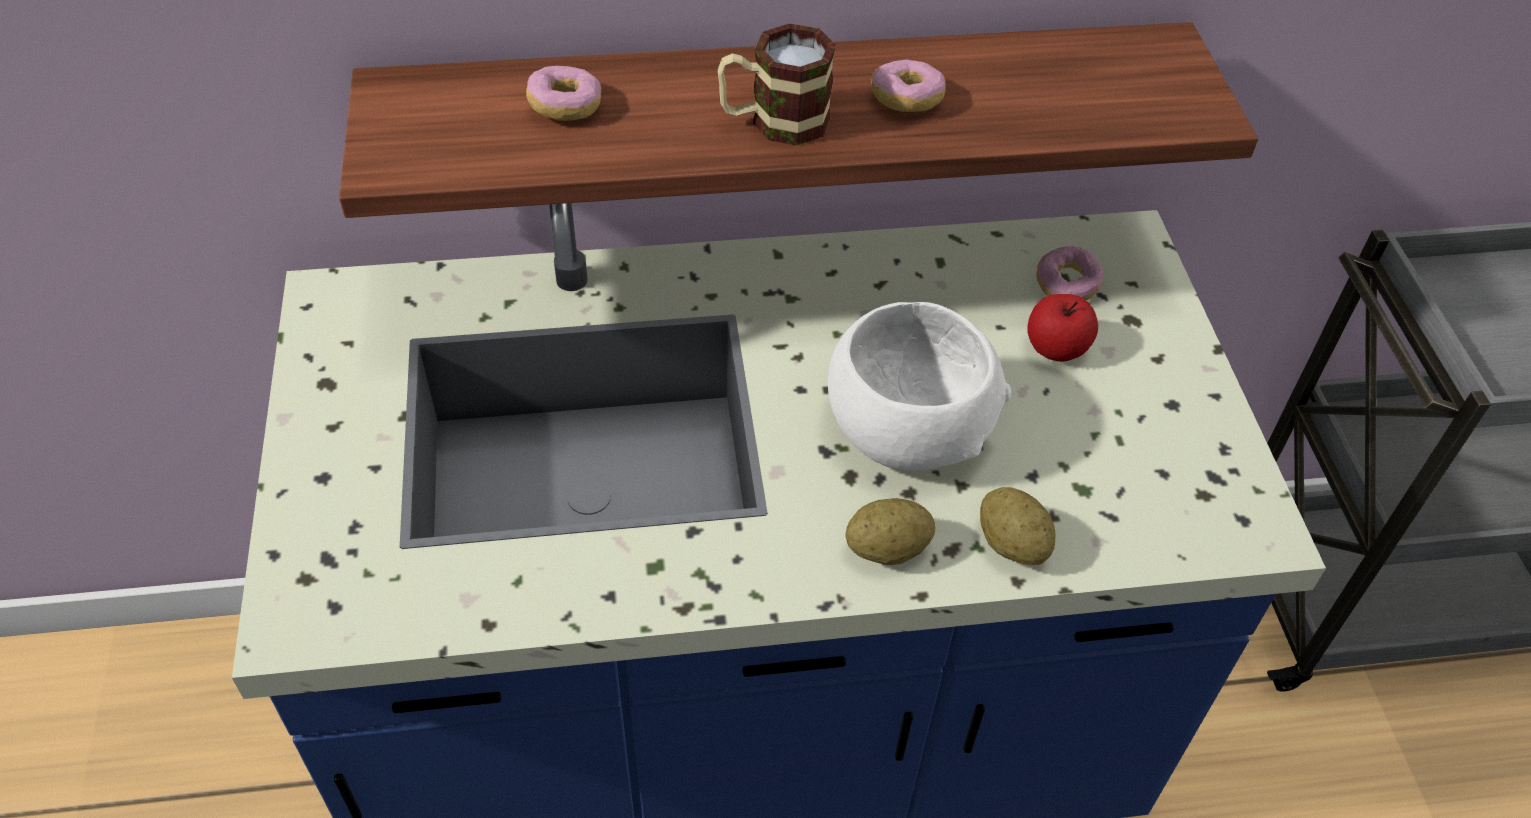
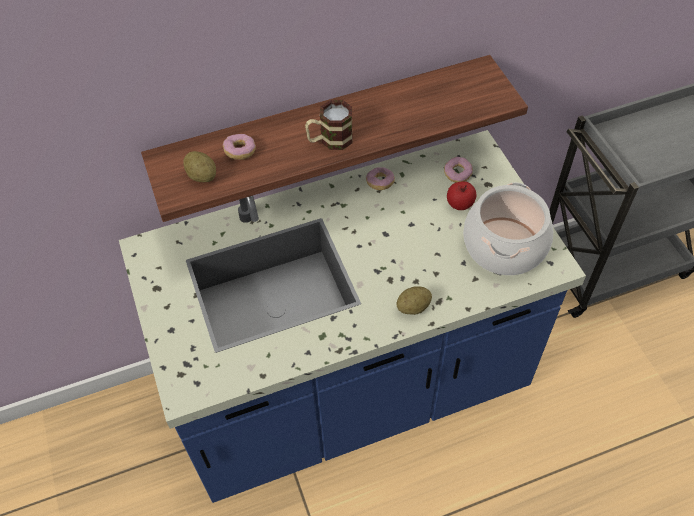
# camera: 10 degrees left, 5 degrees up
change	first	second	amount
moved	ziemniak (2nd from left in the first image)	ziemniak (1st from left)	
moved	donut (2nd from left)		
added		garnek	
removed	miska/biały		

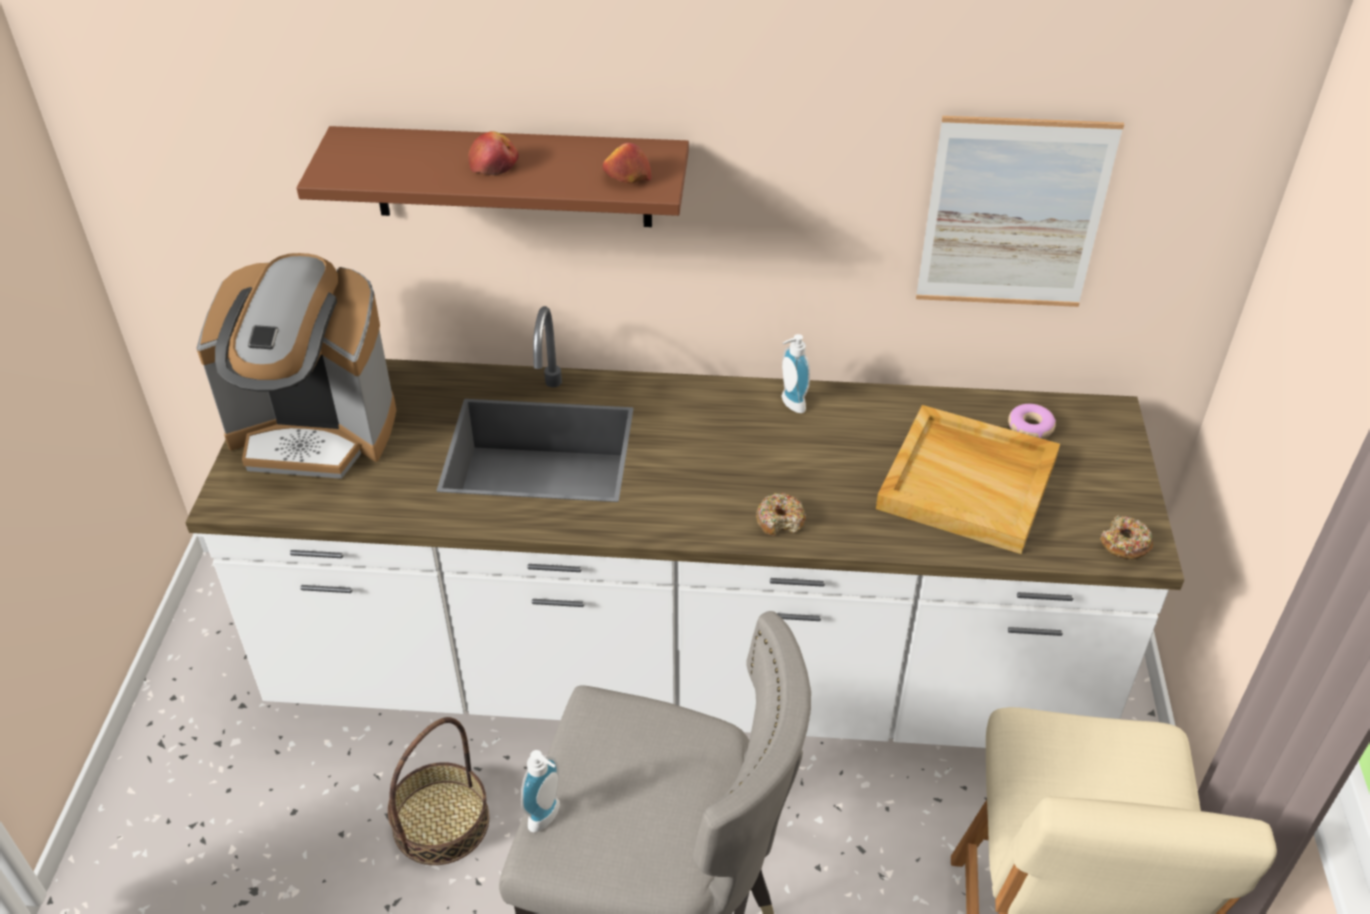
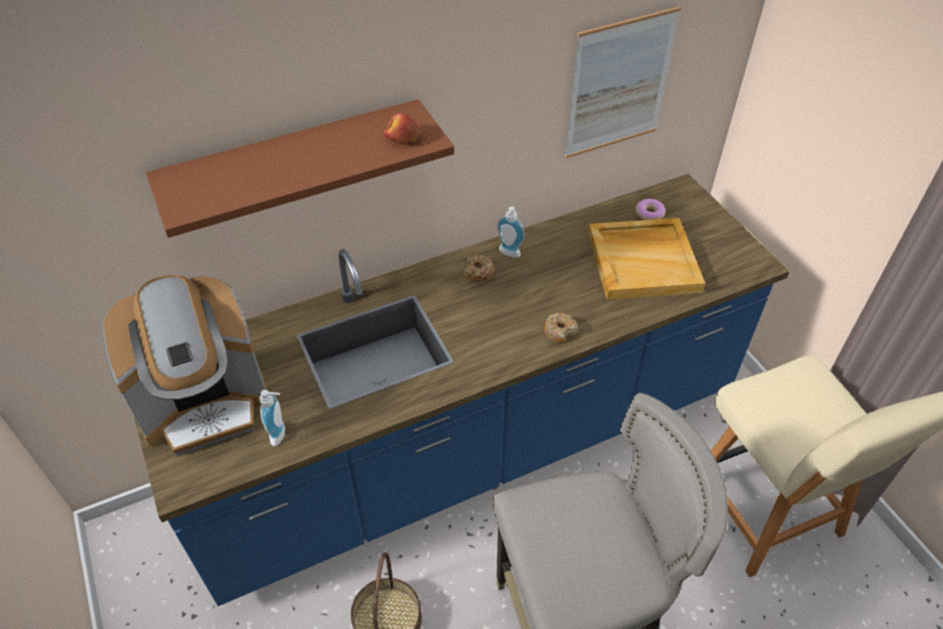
# camera: 30 degrees left, 5 degrees up
change	first	second	amount
recoloured	zabudowa kuchenna/biały	zabudowa kuchenna/niebieski	
moved	dozownik mydła (1st from left)		
moved	donut (3rd from left in the first image)	donut (1st from left)	
removed	jabłko (1st from left)		

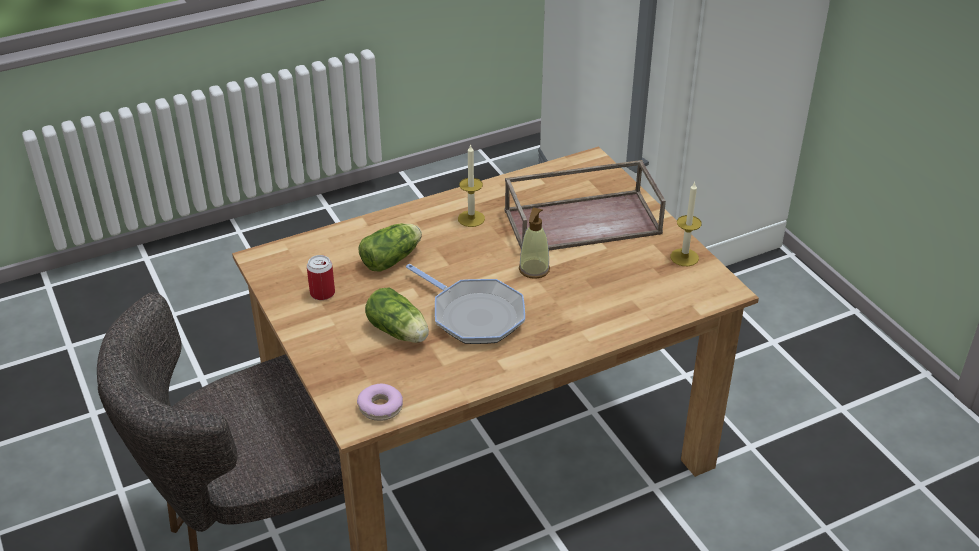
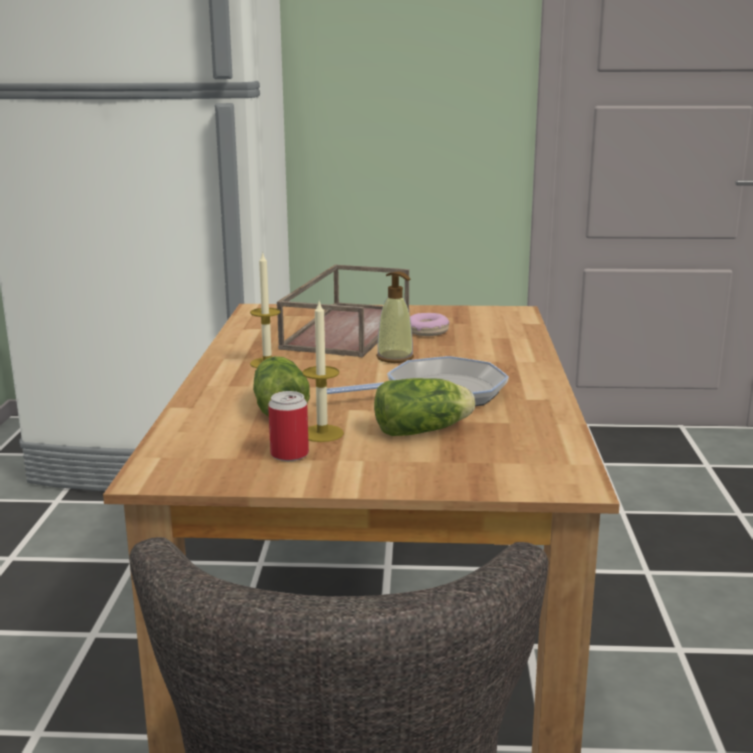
# camera: 60 degrees left, 20 degrees down
change	first	second	amount
moved	świeca (2nd from left)		
moved	donut		

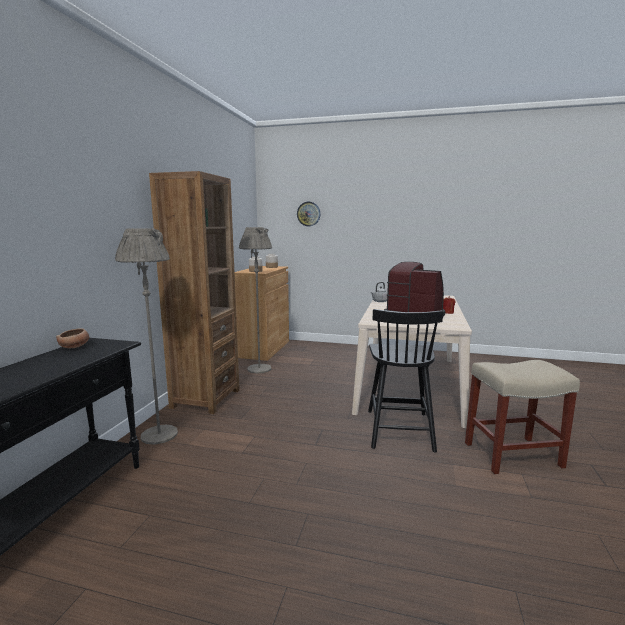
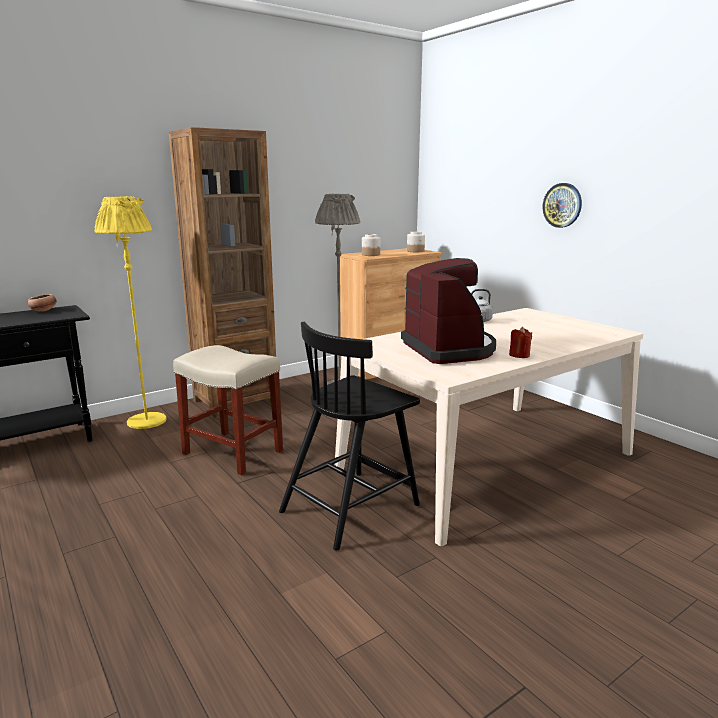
# camera: 40 degrees right, 5 degrees up
change	first	second	amount
recoloured	lampa stojąca/szary (1st from left)	lampa stojąca/żółty	
moved	stołek/beżowy		
moved	zegar ścienny		

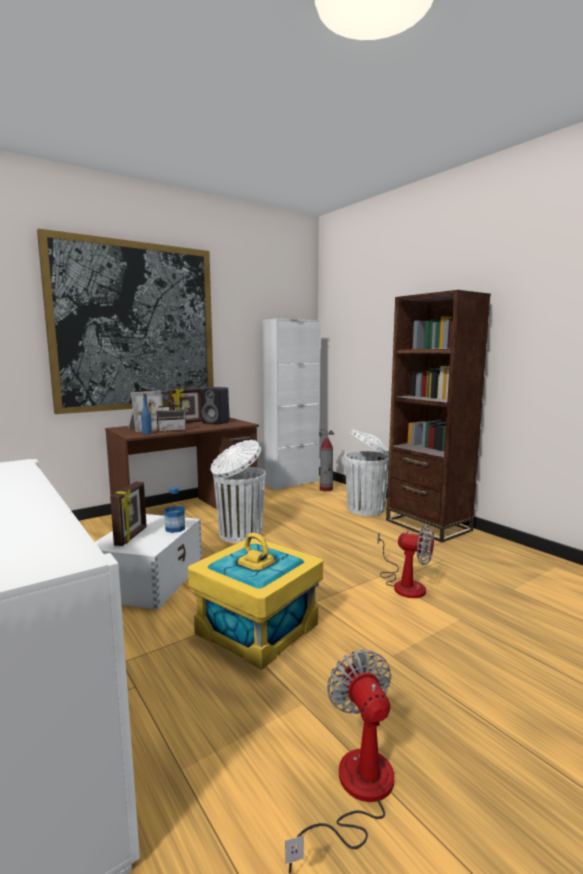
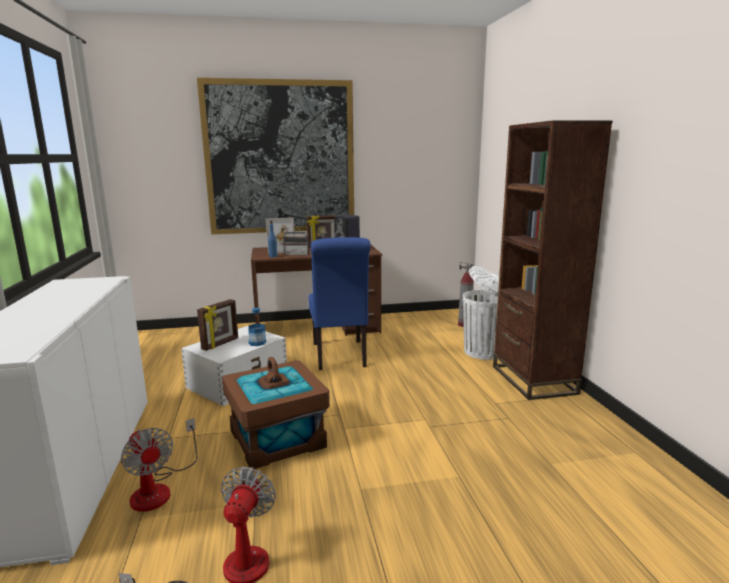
# camera: 25 degrees right, 5 degrees up
change	first	second	amount
moved	wentylator (2nd from left in the first image)	wentylator (1st from left)	
recoloured	pojemnik do przechowywania/żółty	pojemnik do przechowywania/brązowy	
replaced	kosz na śmieci/biały (1st from left)	krzesło/niebieski	
removed	szafka/biały (2nd from left)		

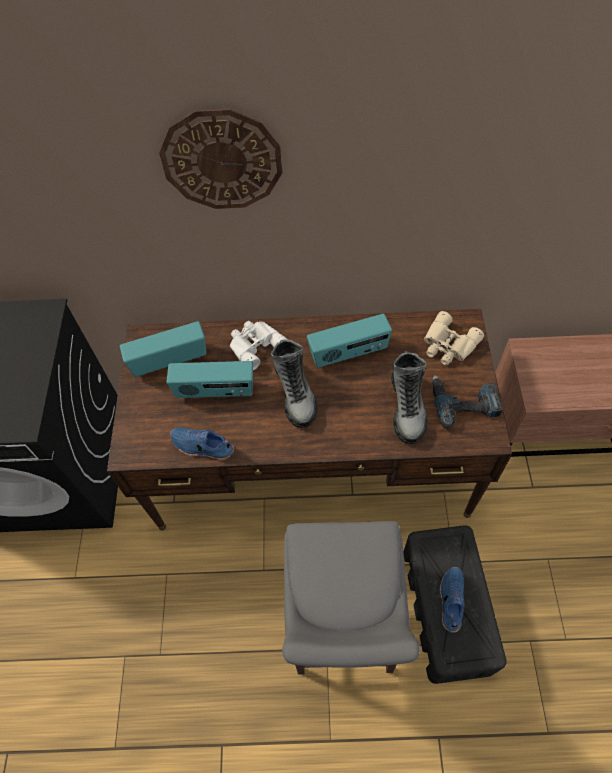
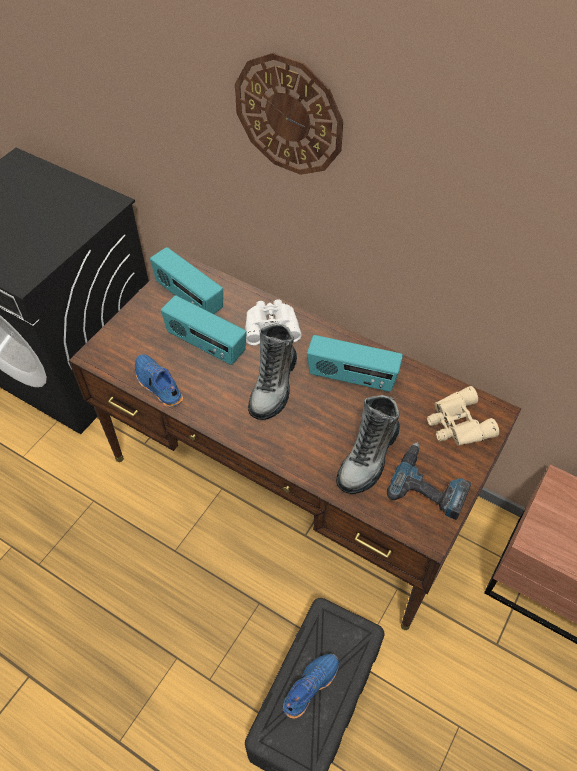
# camera: 30 degrees right, 5 degrees down
change	first	second	amount
turned	radio (1st from left)		150 degrees counterclockwise
removed	krzesło/szary		

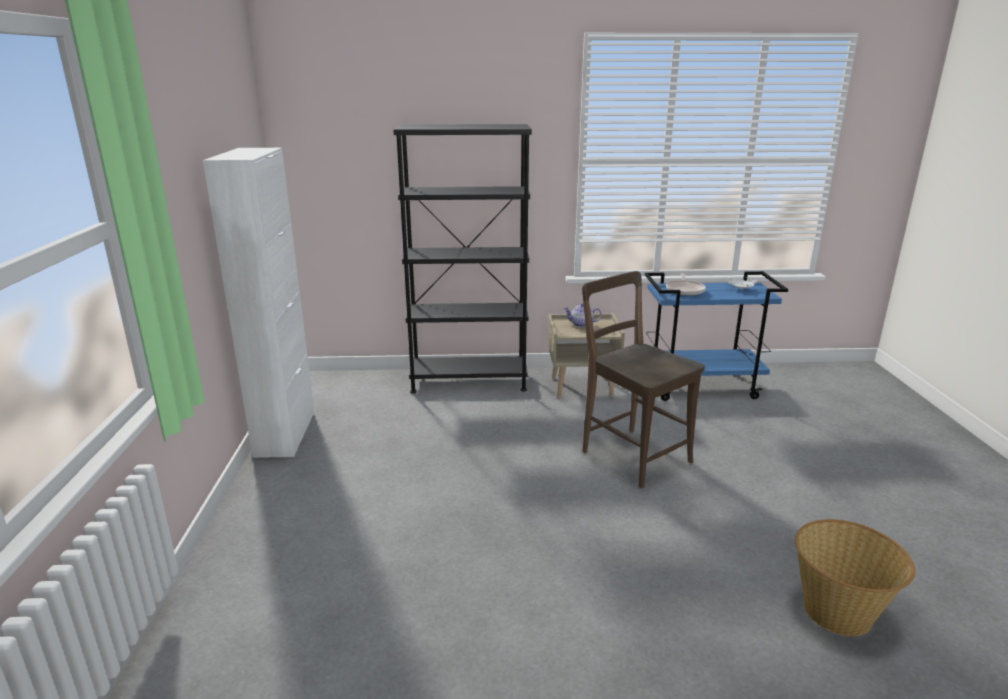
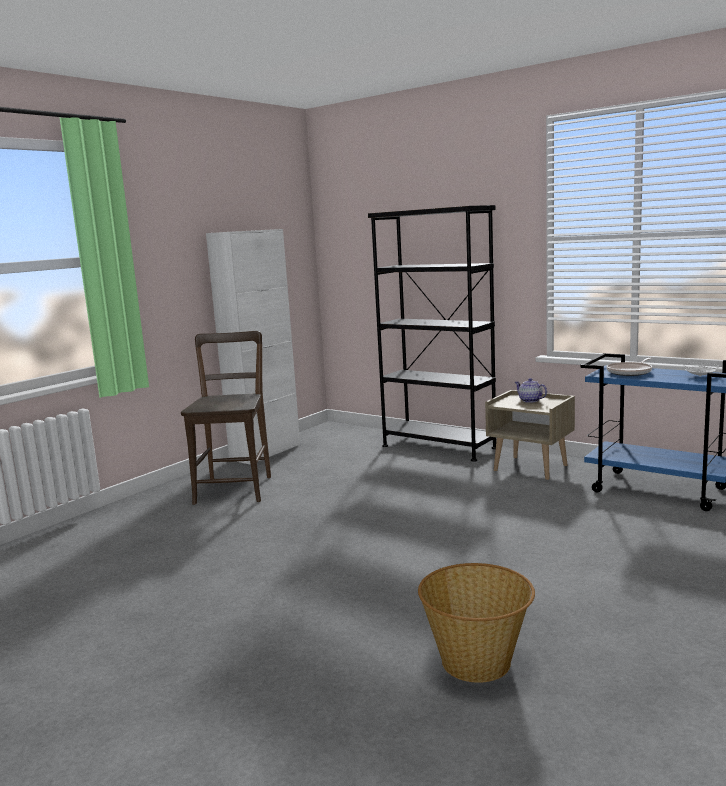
# camera: 40 degrees right, 10 degrees down
change	first	second	amount
moved	krzesło/brązowy		

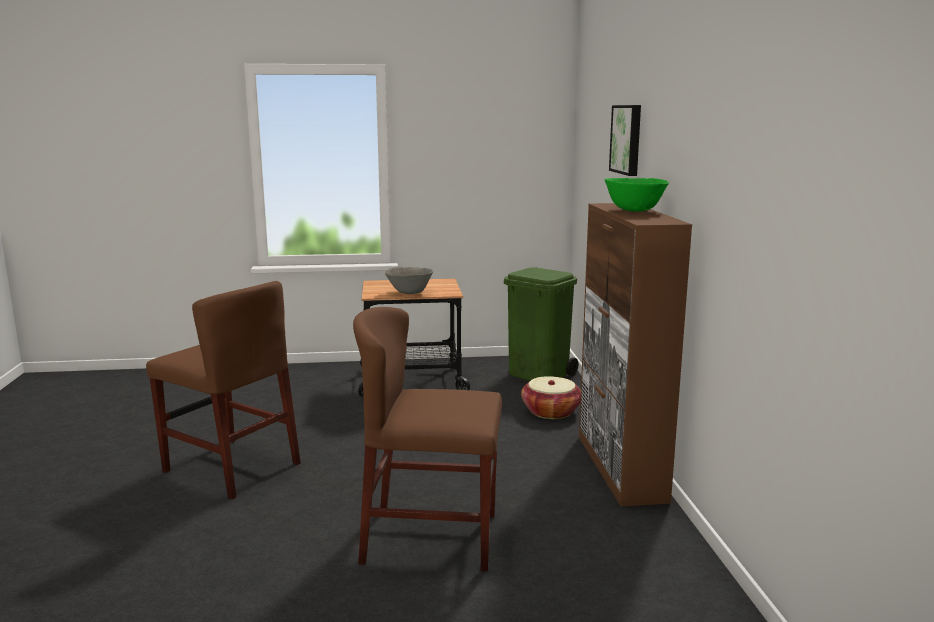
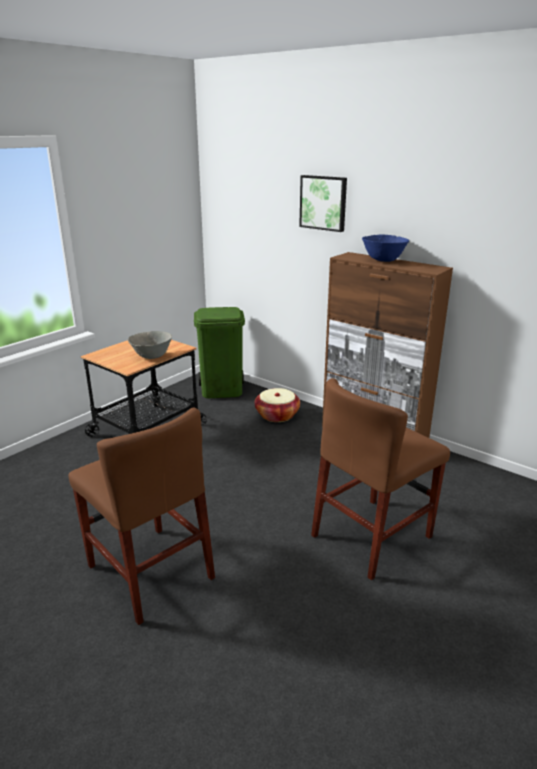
# camera: 45 degrees left, 10 degrees up
change	first	second	amount
turned	krzesło/brązowy (1st from left)		60 degrees clockwise
recoloured	miska/zielony	miska/niebieski	

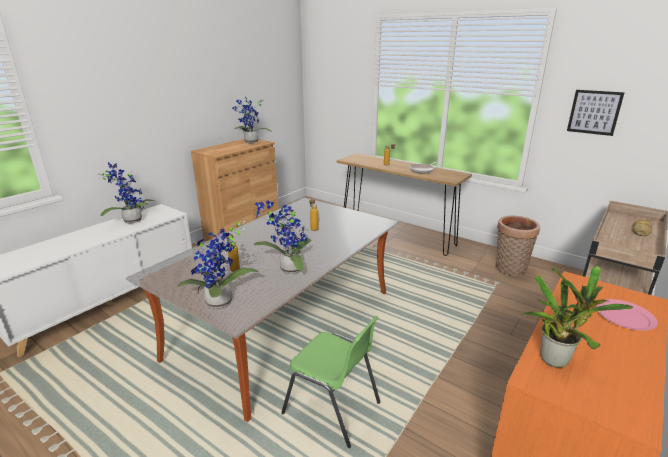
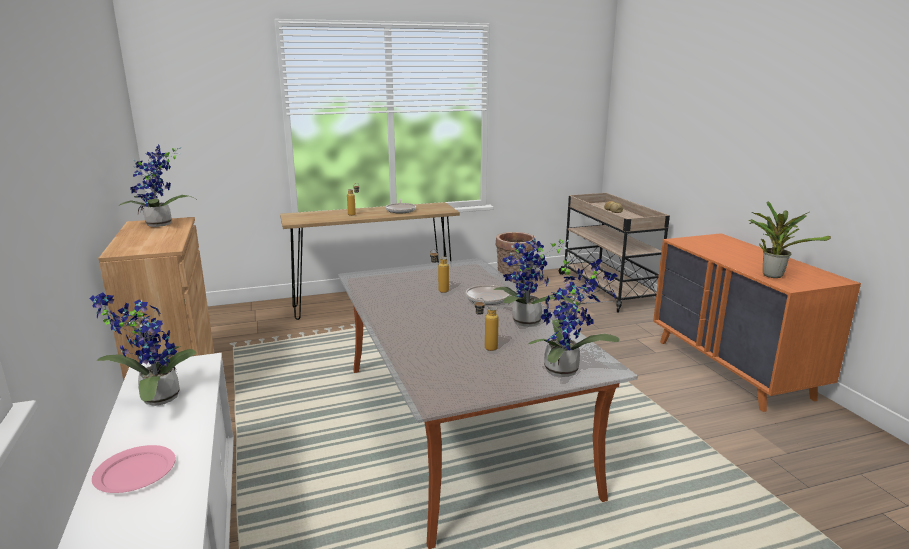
# camera: 55 degrees left, 5 degrees down
change	first	second	amount
moved	talerz/różowy		
added		patelnia (2nd from left)	
removed	krzesło/zielony		
removed	obraz		

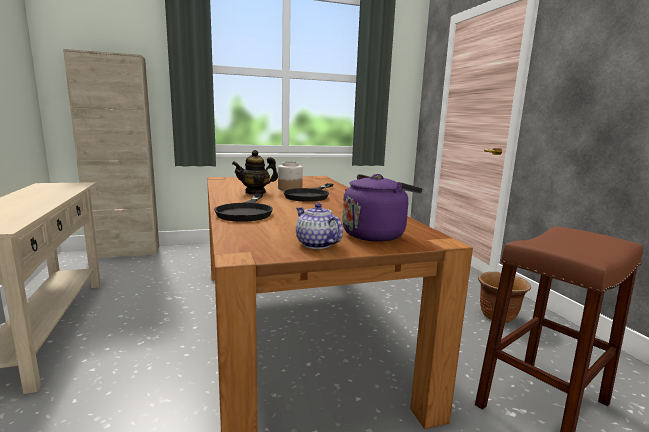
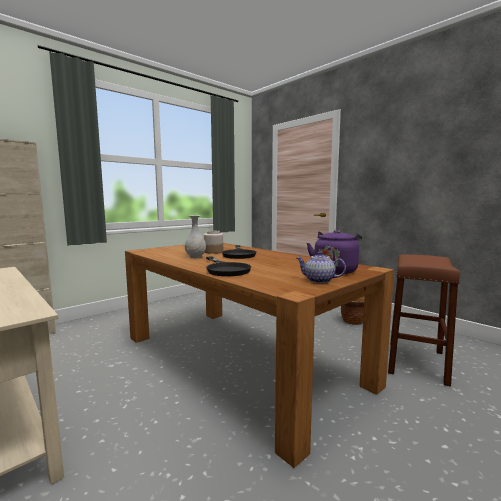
# camera: 25 degrees left, 5 degrees down
change	first	second	amount
replaced	imbryk (1st from left)	wazon/biały	

